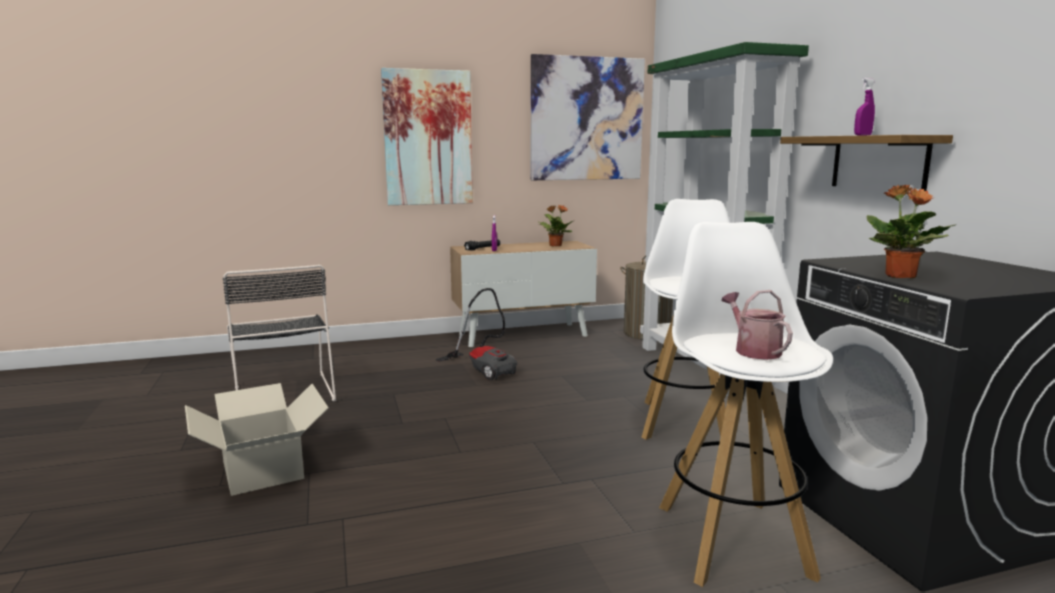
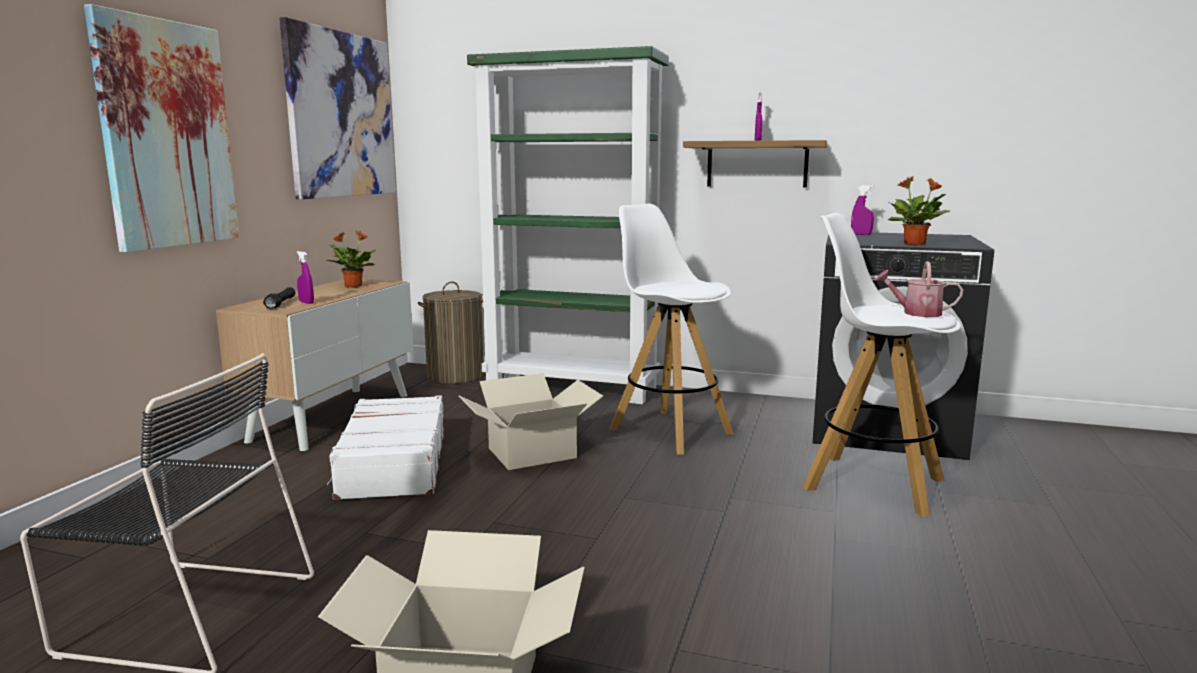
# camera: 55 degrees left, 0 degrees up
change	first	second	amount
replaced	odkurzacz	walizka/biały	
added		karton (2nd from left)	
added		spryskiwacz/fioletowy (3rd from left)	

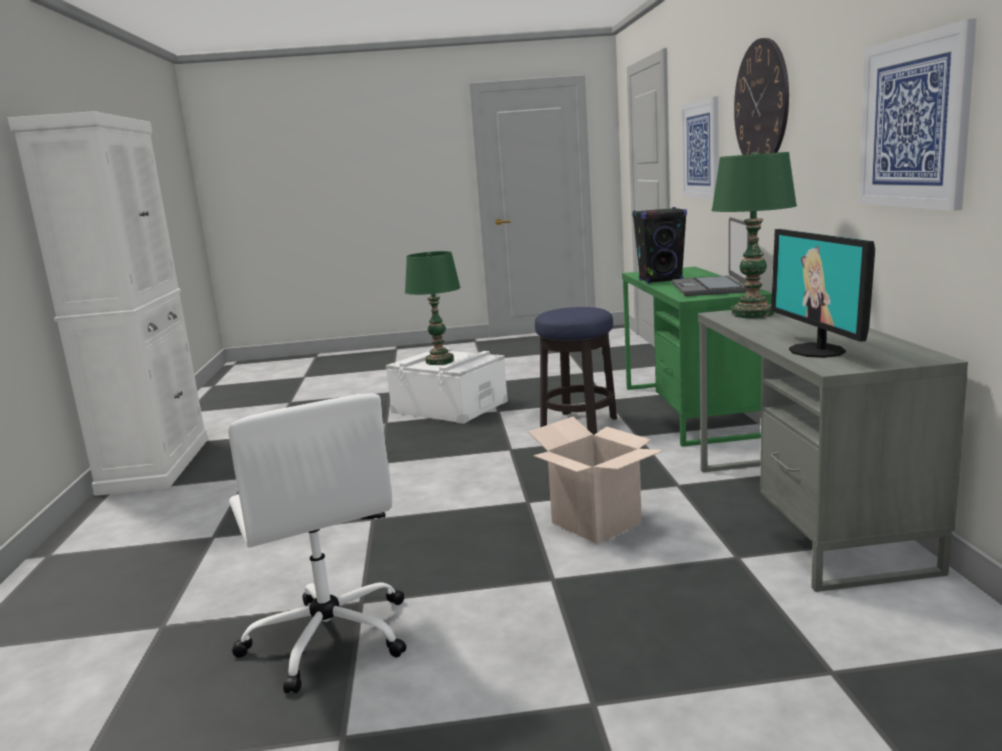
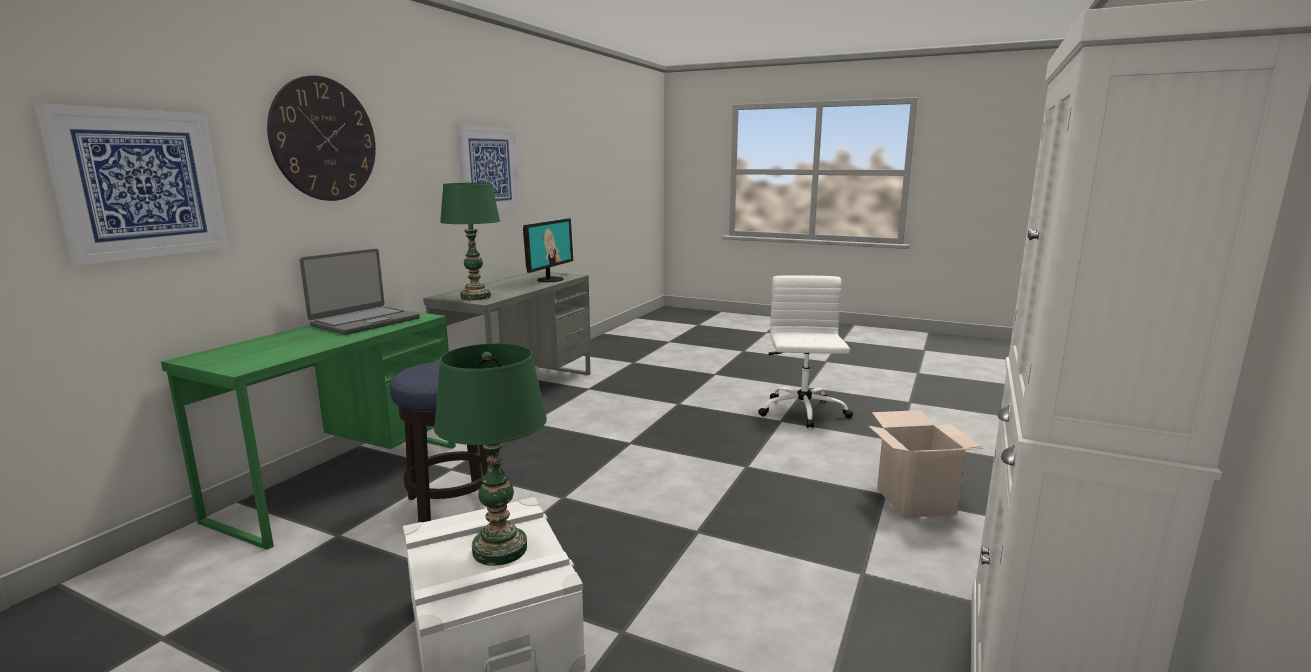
# camera: 150 degrees left, 0 degrees up
change	first	second	amount
moved	karton		
removed	głośnik/czarny		

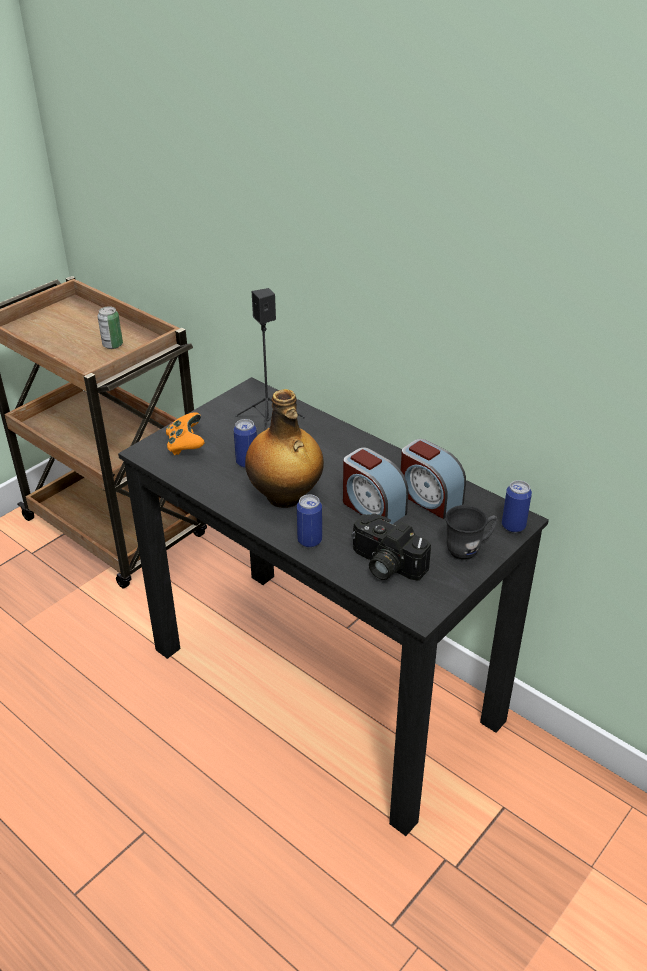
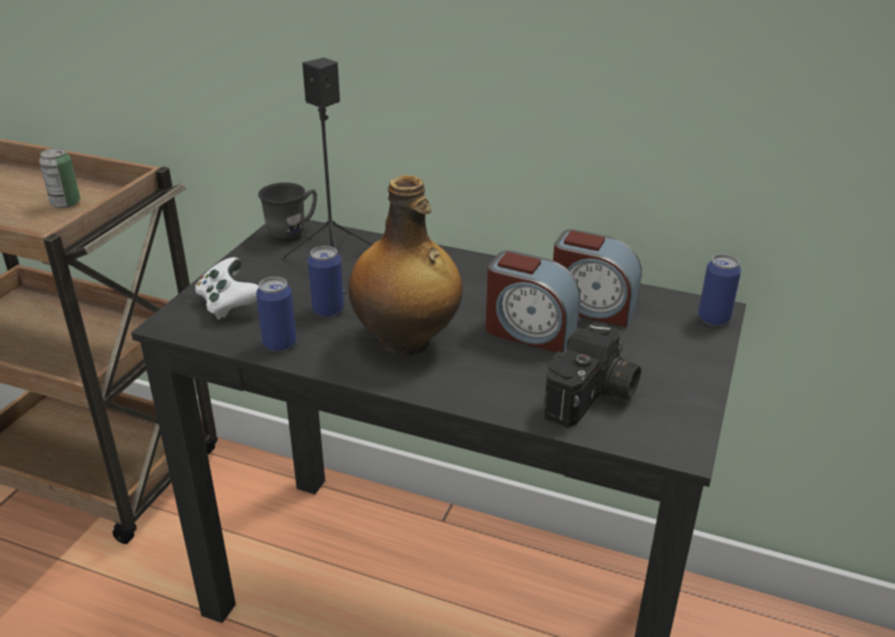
# camera: 20 degrees left, 5 degrees down
change	first	second	amount
recoloured	pad do gier/pomarańczowy	pad do gier/biały	
moved	puszka (3rd from left in the first image)	puszka (2nd from left)	
moved	kubek/szary		
turned	aparat fotograficzny		75 degrees counterclockwise

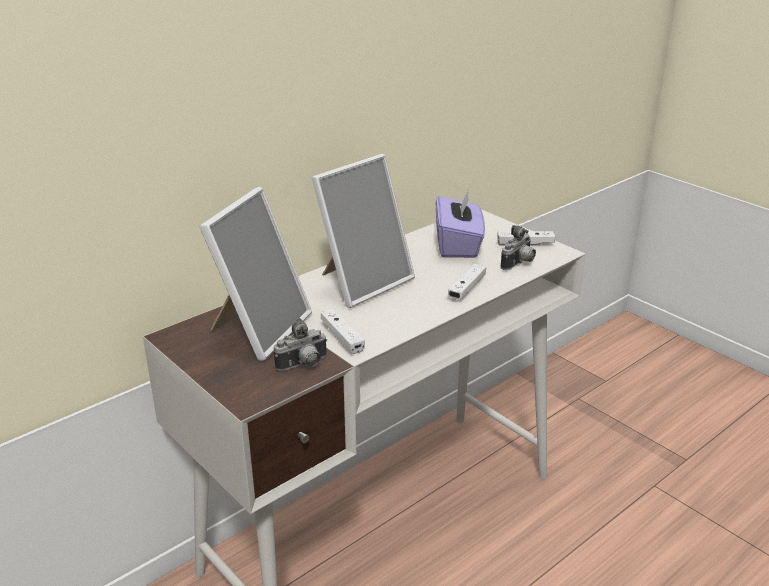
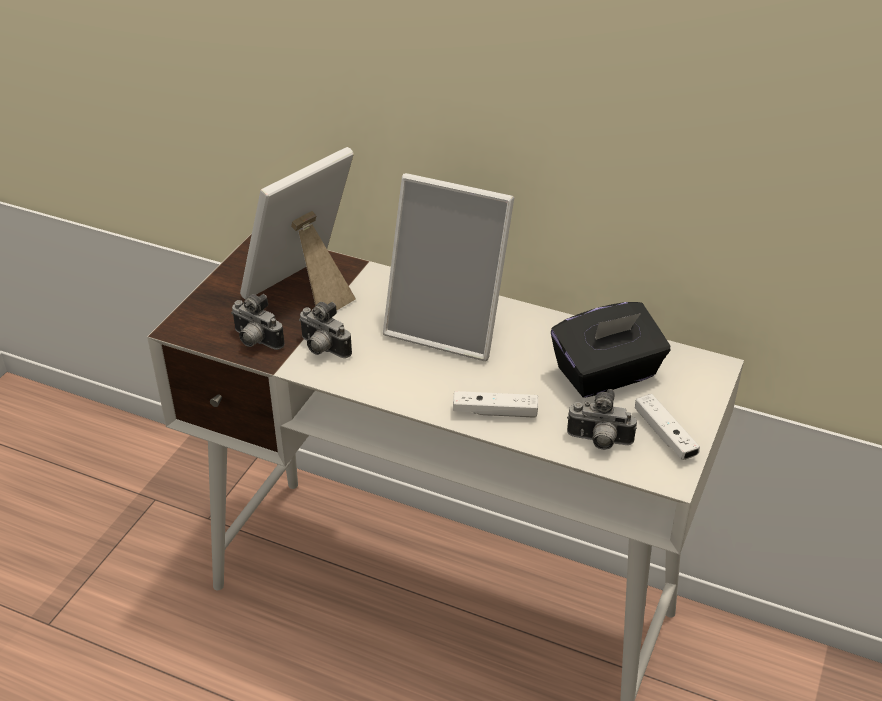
# camera: 65 degrees right, 10 degrees up
change	first	second	amount
turned	ramka na zdjęcie (1st from left)		135 degrees clockwise
replaced	pad do gier/biały (1st from left)	aparat fotograficzny (2nd from left)	
recoloured	pudełko chusteczek/fioletowy	pudełko chusteczek/czarny	

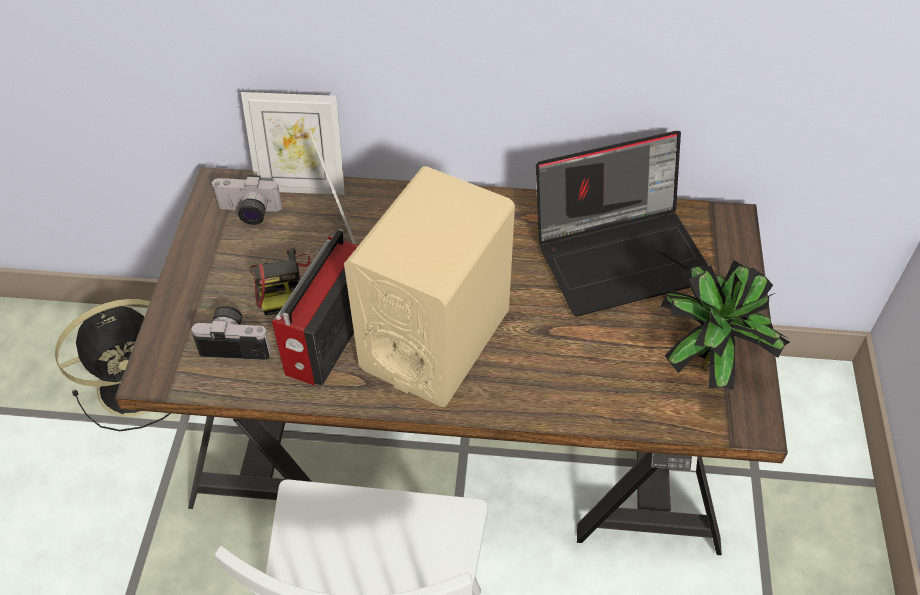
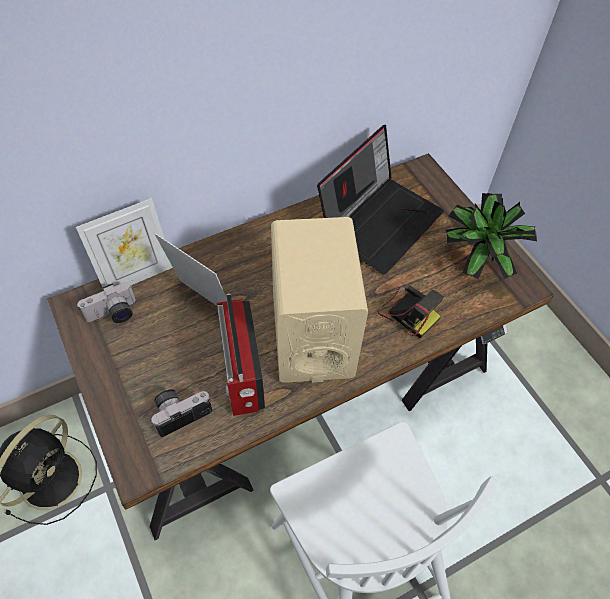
# camera: 35 degrees left, 5 degrees up
change	first	second	amount
moved	aparat fotograficzny (3rd from left)		

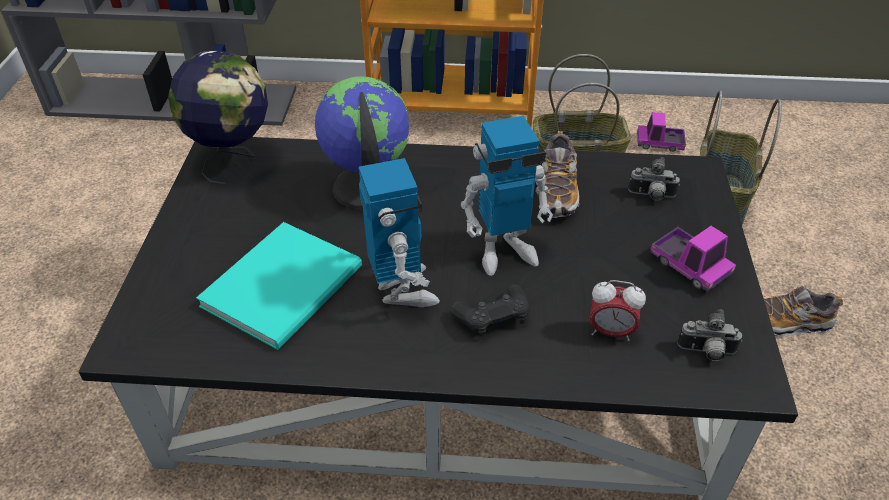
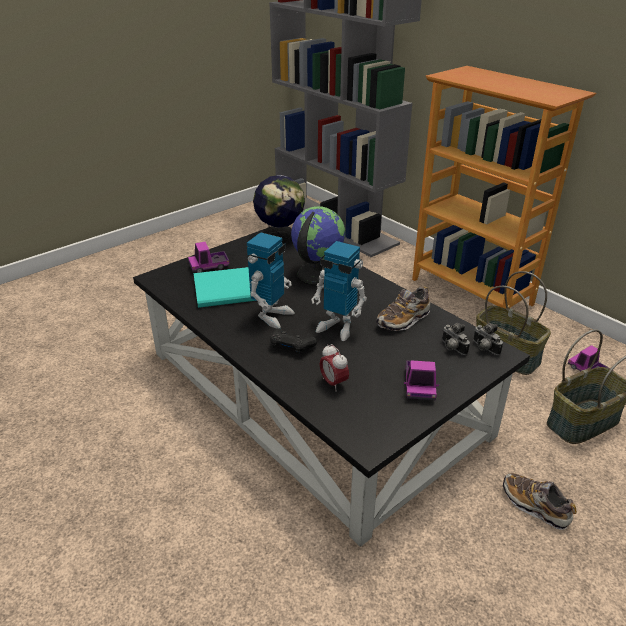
# camera: 45 degrees right, 10 degrees down
change	first	second	amount
added		ciężarówka zabawkowa (1st from left)	
moved	aparat fotograficzny (2nd from left)		

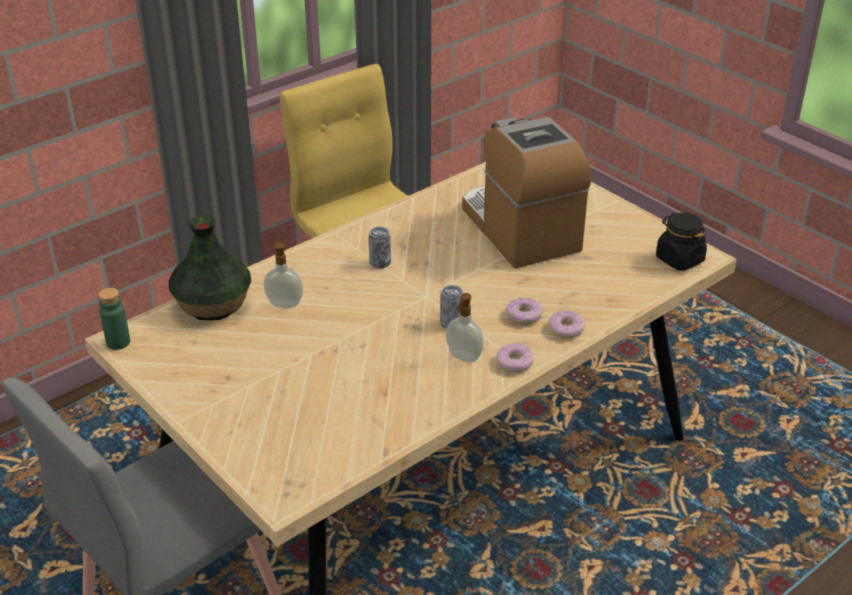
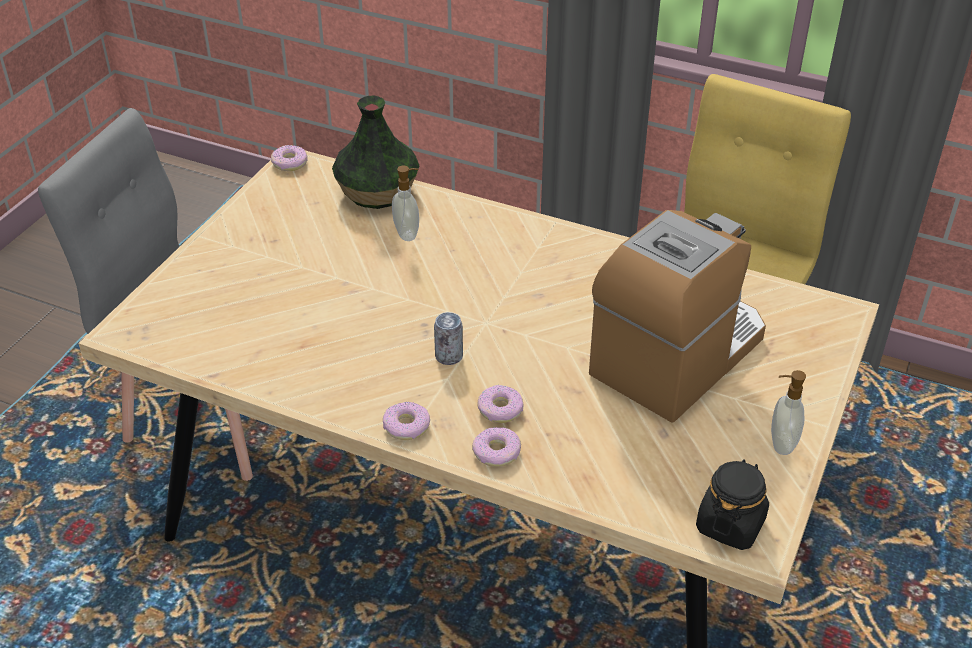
# camera: 65 degrees right, 5 degrees up
change	first	second	amount
replaced	butelka/zielony	donut (1st from left)	
moved	dozownik mydła (2nd from left)		
removed	puszka (1st from left)		

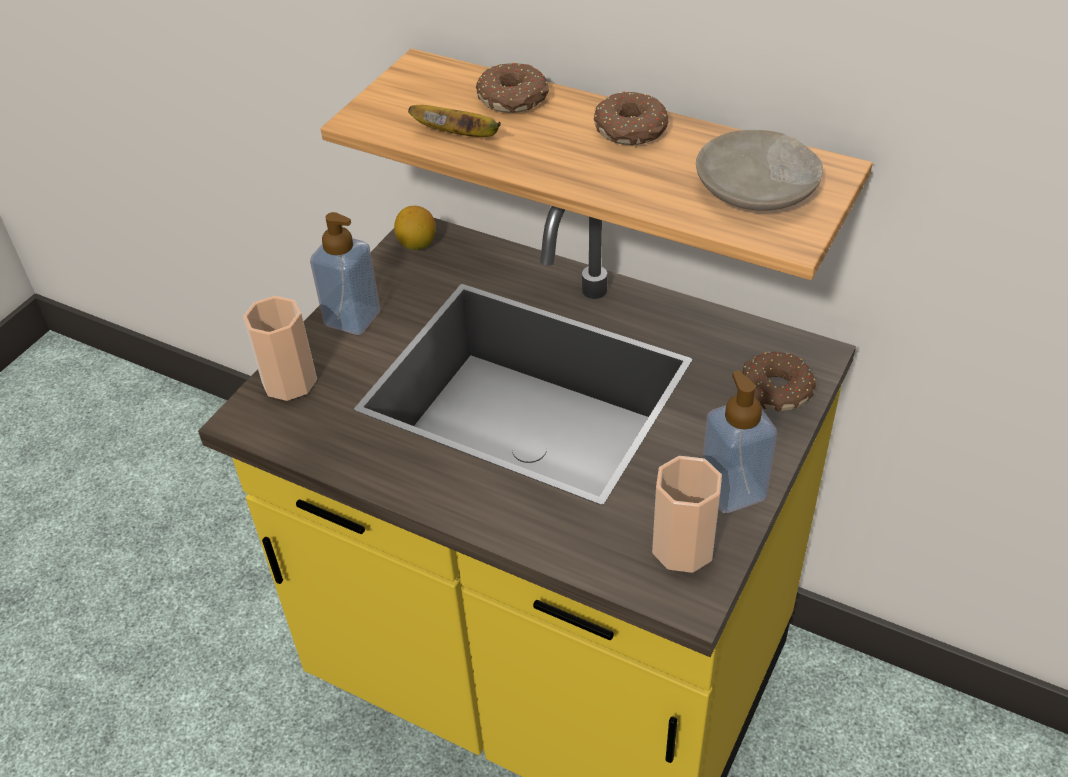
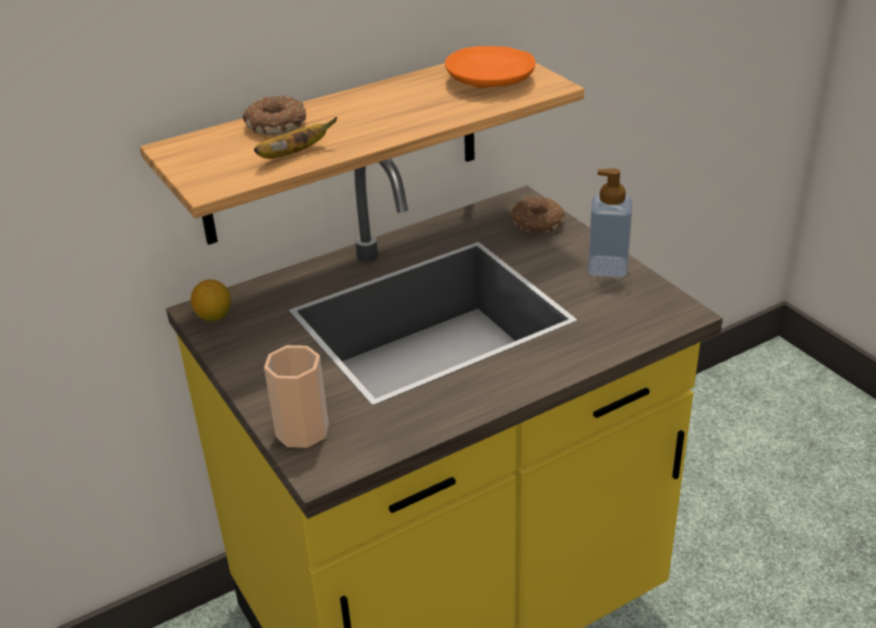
# camera: 60 degrees left, 10 degrees down
change	first	second	amount
recoloured	talerz/beżowy	talerz/pomarańczowy	
removed	dozownik mydła (1st from left)		
removed	donut (2nd from left)		
removed	filiżanka (2nd from left)		

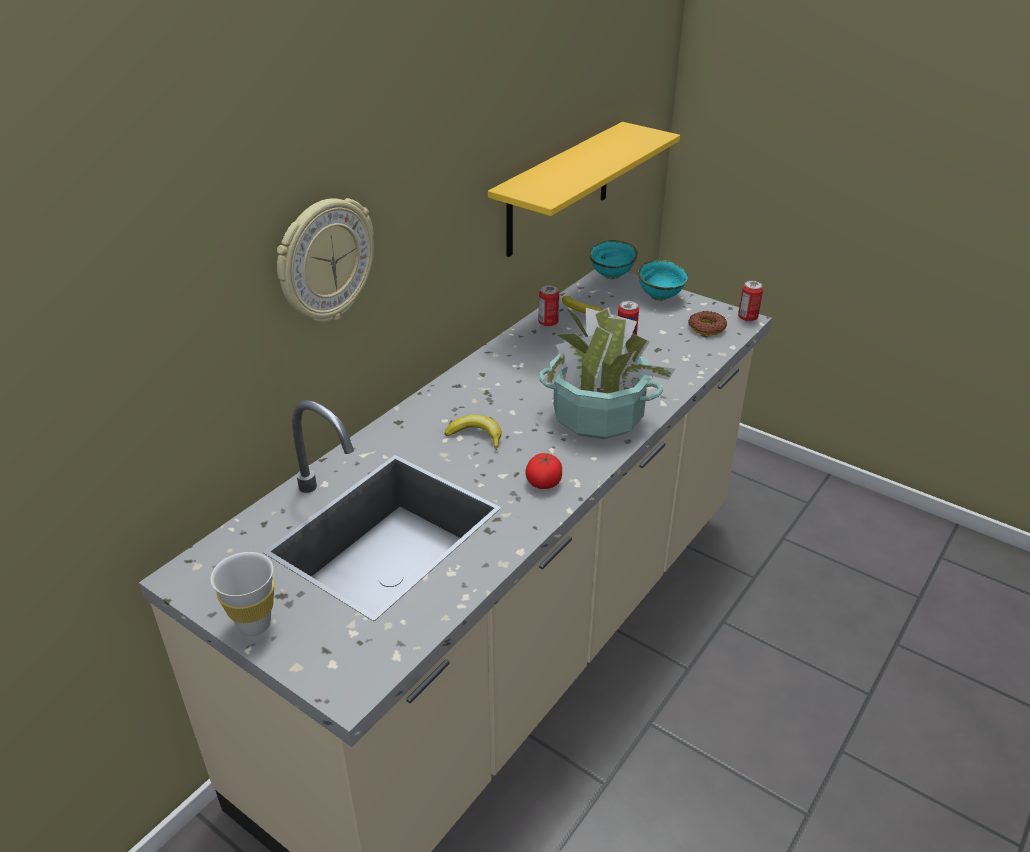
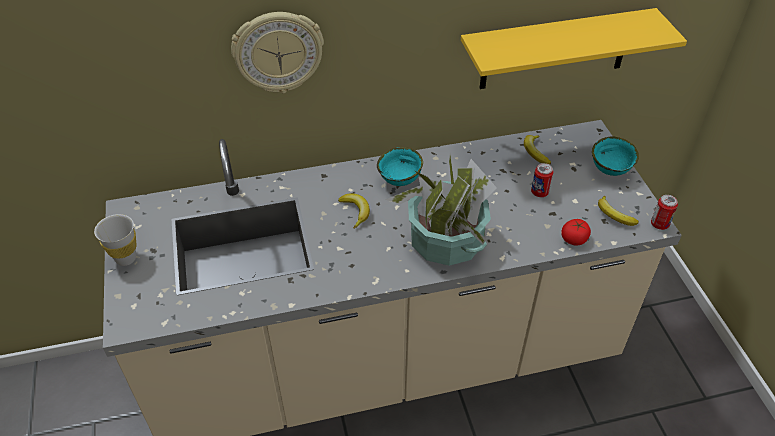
# camera: 40 degrees right, 10 degrees up
change	first	second	amount
moved	miska/turkusowy (1st from left)		
moved	pomidor		
replaced	donut	banan (3rd from left)	
removed	puszka (1st from left)		

